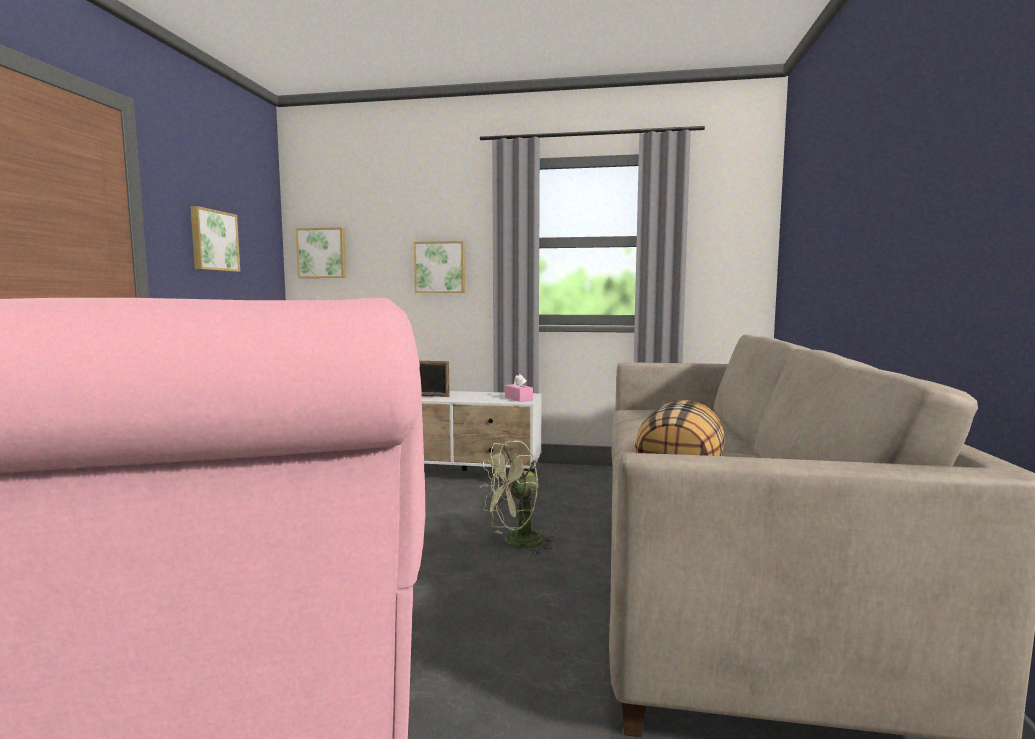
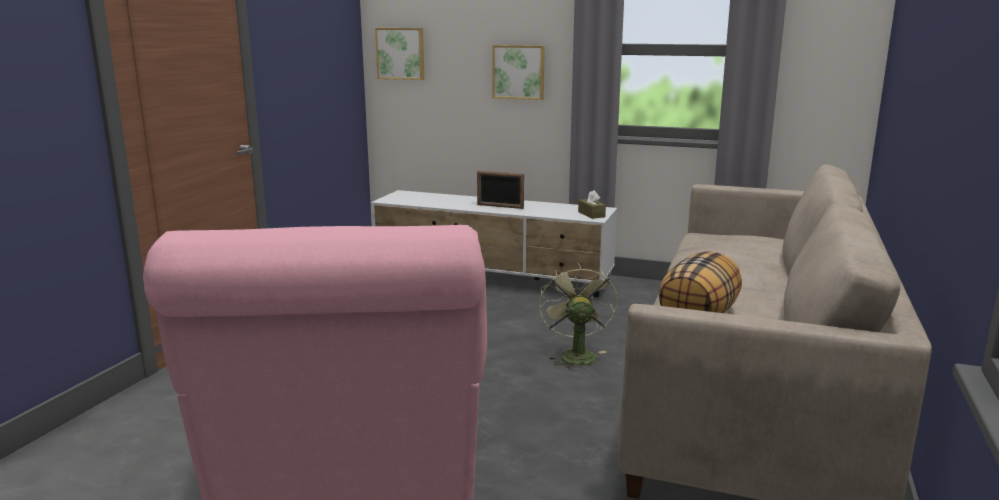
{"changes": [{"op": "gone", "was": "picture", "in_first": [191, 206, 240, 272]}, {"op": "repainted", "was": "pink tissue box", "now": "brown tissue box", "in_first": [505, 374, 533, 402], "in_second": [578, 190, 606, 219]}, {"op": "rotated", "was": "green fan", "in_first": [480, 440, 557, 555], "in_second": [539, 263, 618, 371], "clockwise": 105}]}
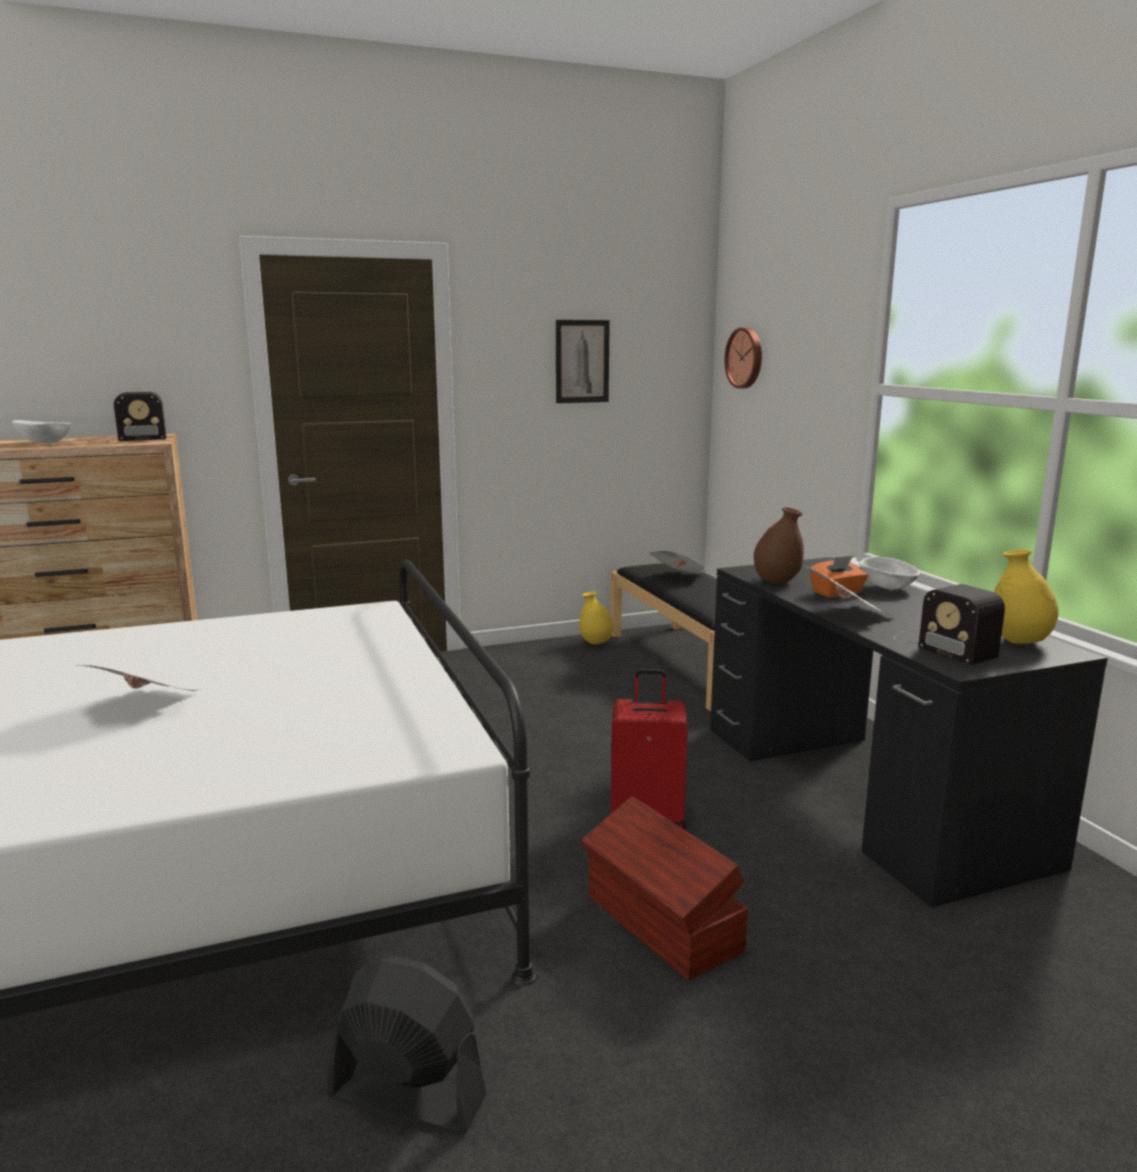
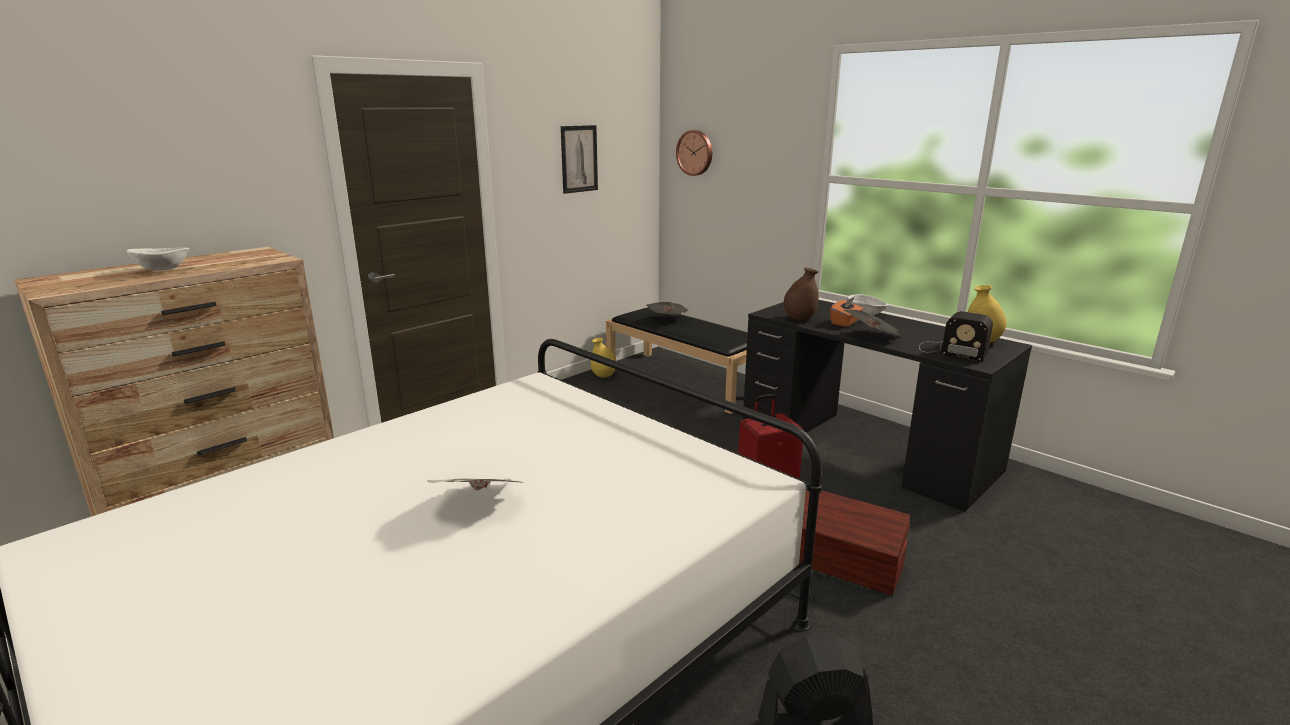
{"changes": [{"op": "gone", "was": "radio", "in_first": [88, 392, 166, 442]}]}
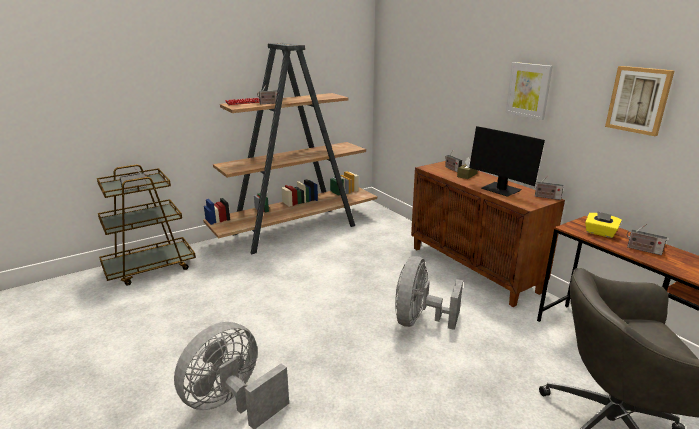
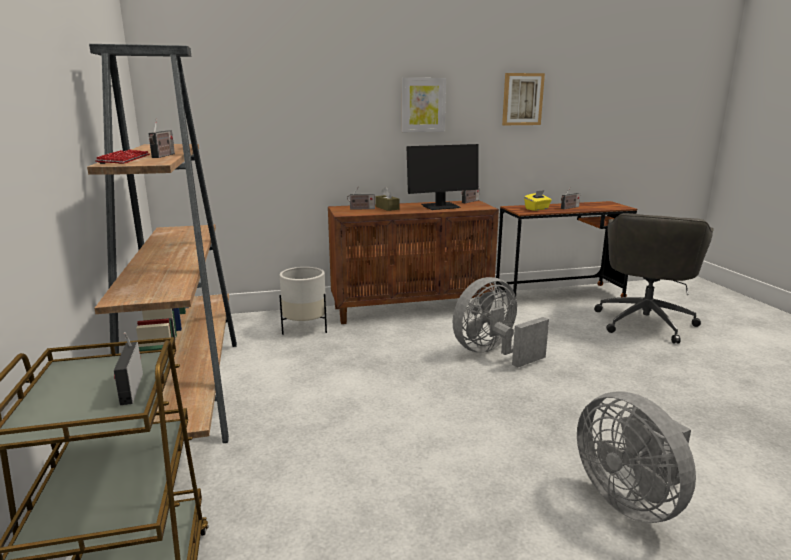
{"changes": [{"op": "rotated", "was": "grey fan", "in_first": [395, 256, 463, 330], "in_second": [453, 277, 549, 368], "clockwise": 105}, {"op": "new", "now": "white planter", "in_second": [279, 267, 327, 335]}]}
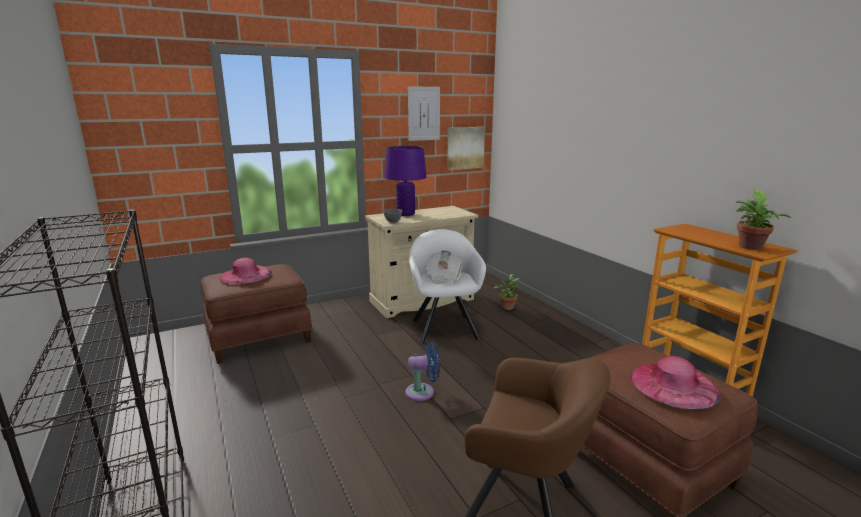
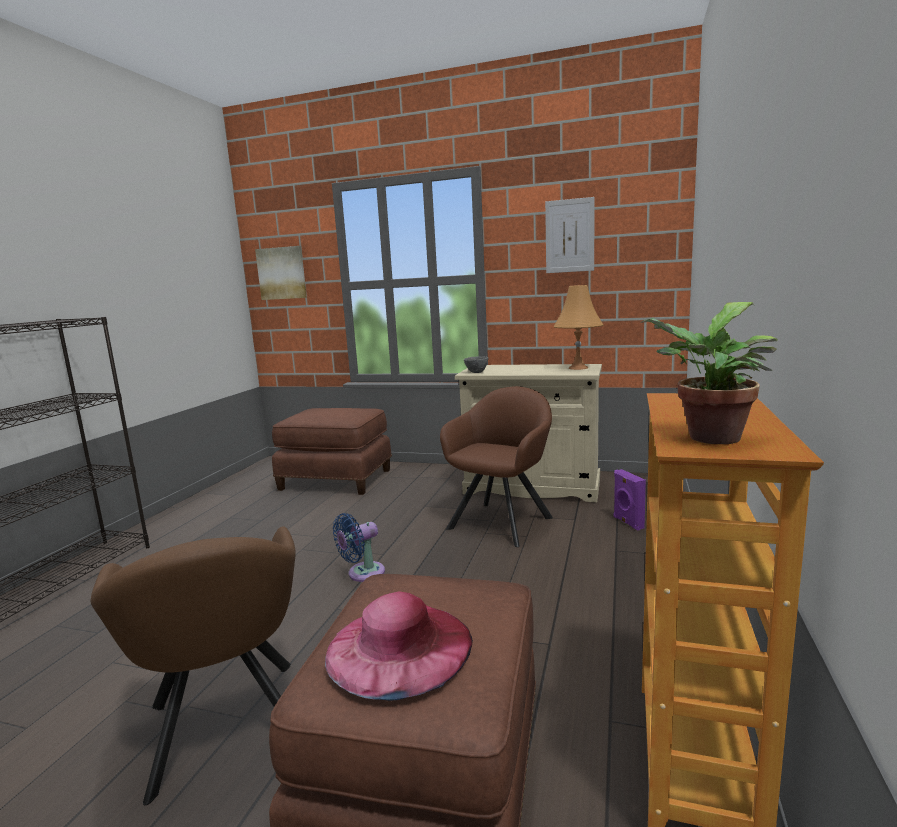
{"changes": [{"op": "shifted", "was": "picture", "in_first": [447, 127, 485, 170], "in_second": [255, 246, 307, 300]}, {"op": "gone", "was": "purple table lamp", "in_first": [384, 146, 427, 216]}, {"op": "repainted", "was": "white armchair", "now": "brown armchair", "in_first": [409, 229, 486, 345], "in_second": [440, 386, 553, 547]}, {"op": "gone", "was": "newspaper", "in_first": [425, 250, 463, 284]}, {"op": "gone", "was": "pink hat", "in_first": [220, 258, 272, 284]}, {"op": "swapped", "was": "potted plant", "now": "purple speaker", "in_first": [493, 274, 520, 310], "in_second": [614, 469, 646, 531]}, {"op": "rotated", "was": "blue fan", "in_first": [405, 342, 440, 401], "in_second": [333, 513, 385, 582], "clockwise": 105}, {"op": "new", "now": "orange table lamp", "in_second": [554, 285, 603, 370]}]}
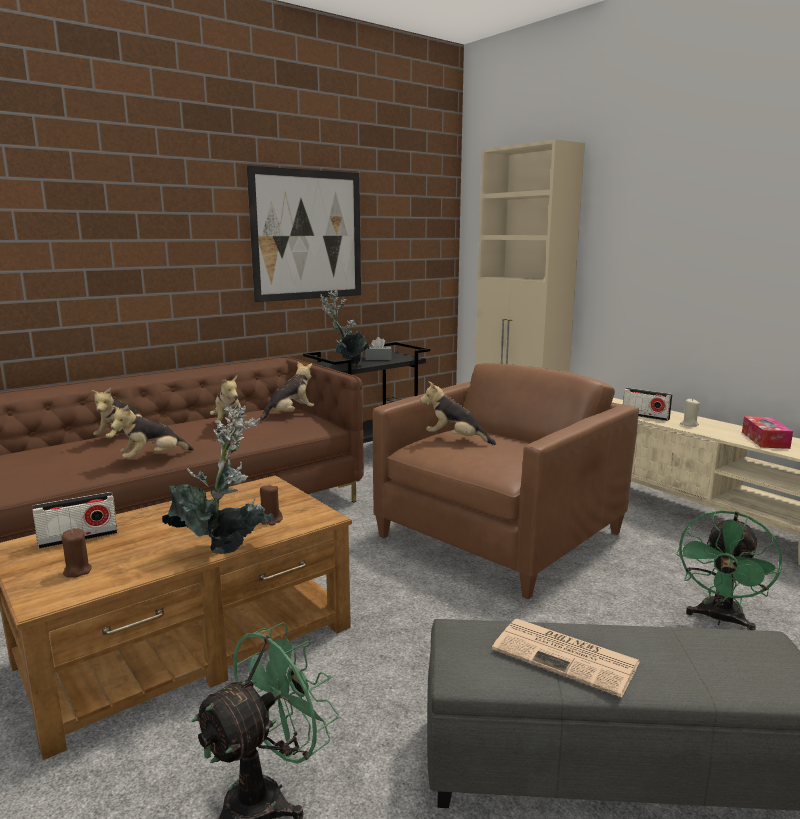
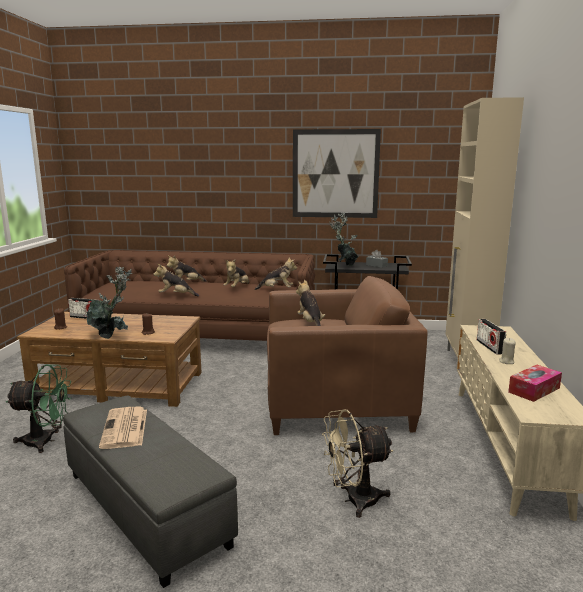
{"changes": [{"op": "repainted", "was": "green fan", "now": "beige fan", "in_first": [676, 510, 782, 630], "in_second": [322, 410, 394, 518]}]}
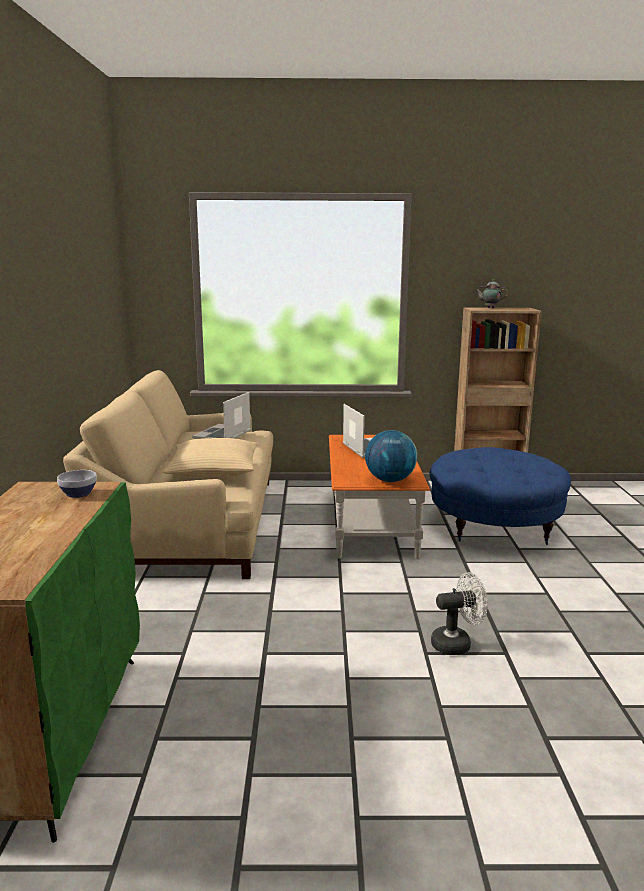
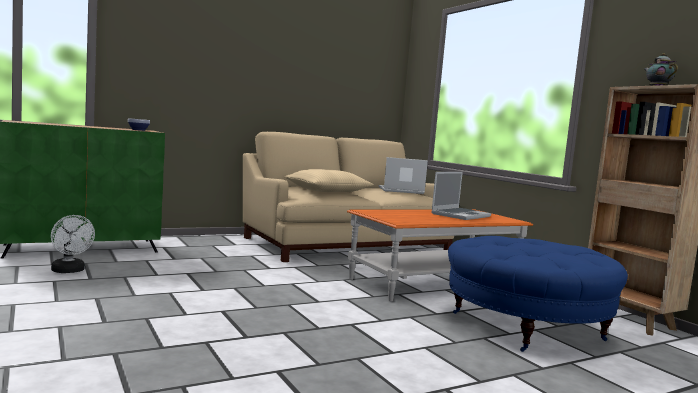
{"changes": [{"op": "gone", "was": "globe", "in_first": [365, 430, 417, 482]}, {"op": "shifted", "was": "white fan", "in_first": [431, 572, 488, 655], "in_second": [51, 215, 95, 273]}]}
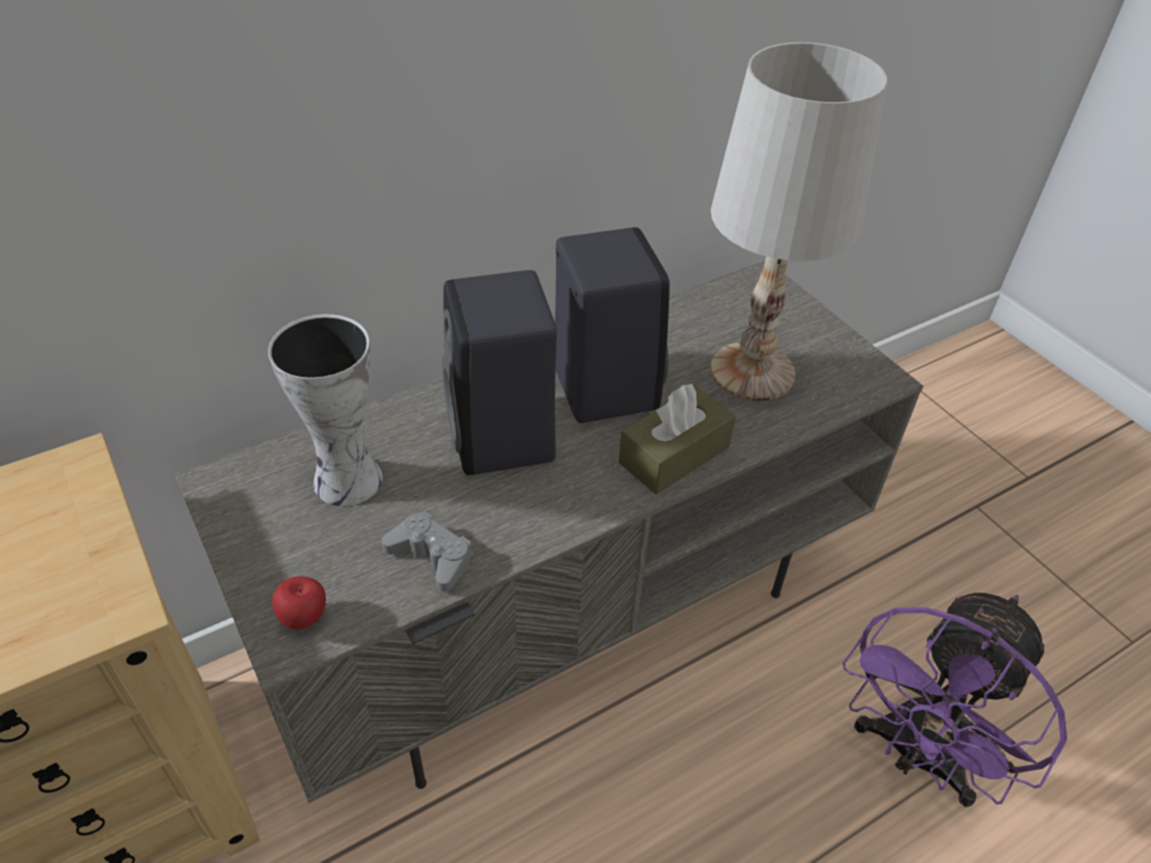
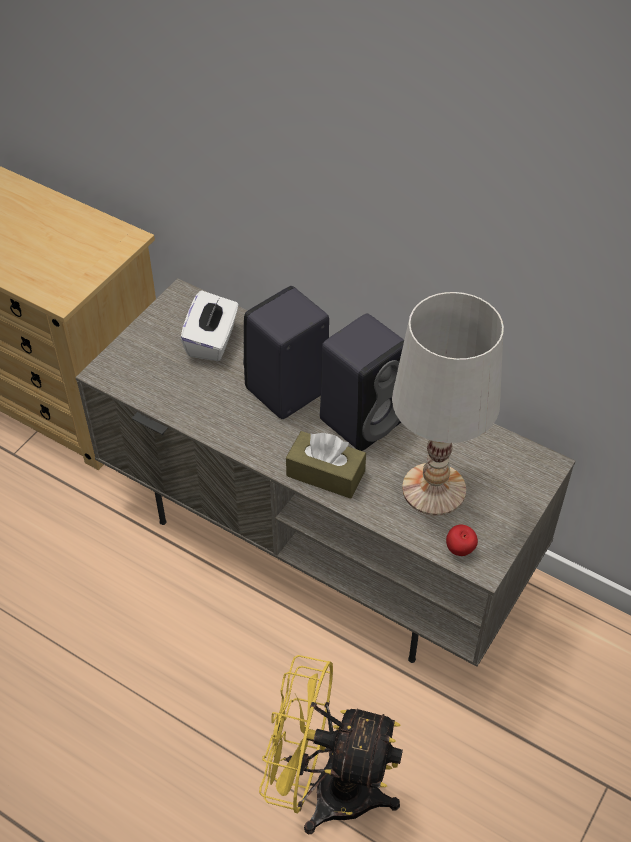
{"changes": [{"op": "swapped", "was": "vase", "now": "white tissue box", "in_first": [268, 314, 383, 506], "in_second": [180, 290, 239, 361]}, {"op": "gone", "was": "grey game controller", "in_first": [382, 511, 473, 592]}, {"op": "shifted", "was": "apple", "in_first": [272, 576, 326, 630], "in_second": [446, 525, 478, 556]}, {"op": "repainted", "was": "purple fan", "now": "yellow fan", "in_first": [842, 593, 1067, 807], "in_second": [259, 655, 403, 834]}]}
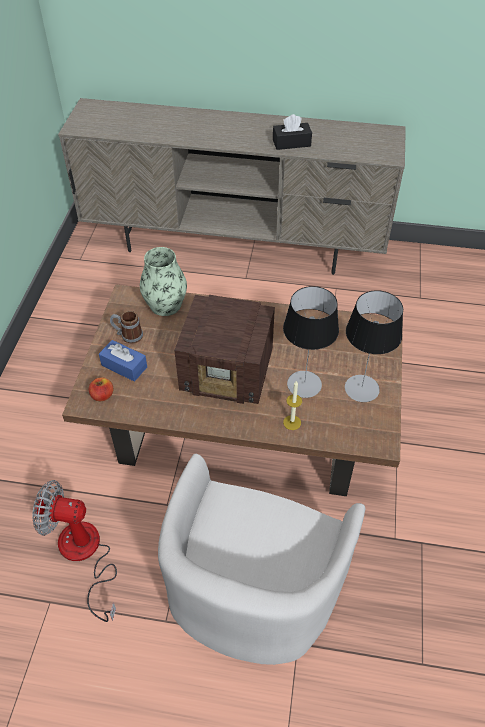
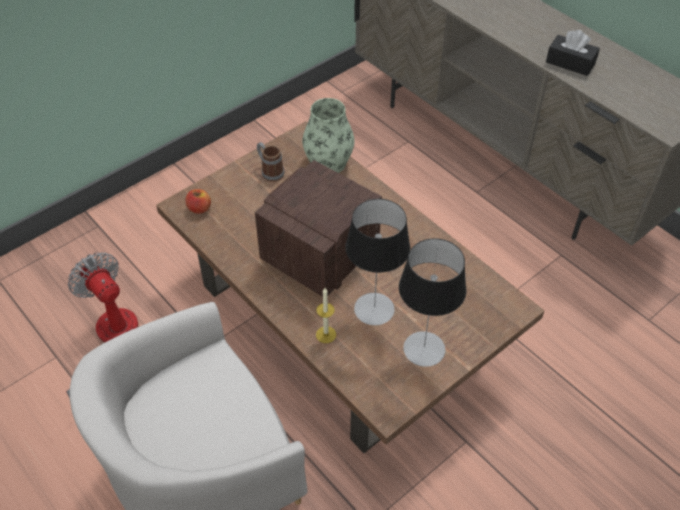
{"changes": [{"op": "rotated", "was": "radio", "in_first": [174, 295, 275, 404], "in_second": [255, 160, 382, 297], "clockwise": 75}, {"op": "gone", "was": "blue tissue box", "in_first": [99, 340, 147, 381]}]}
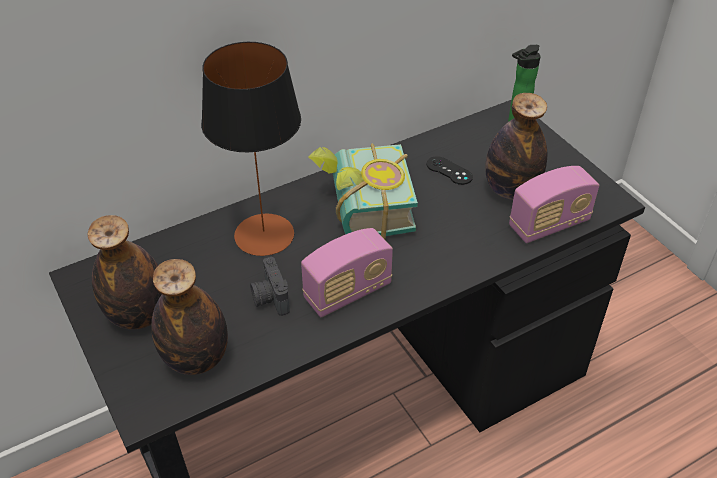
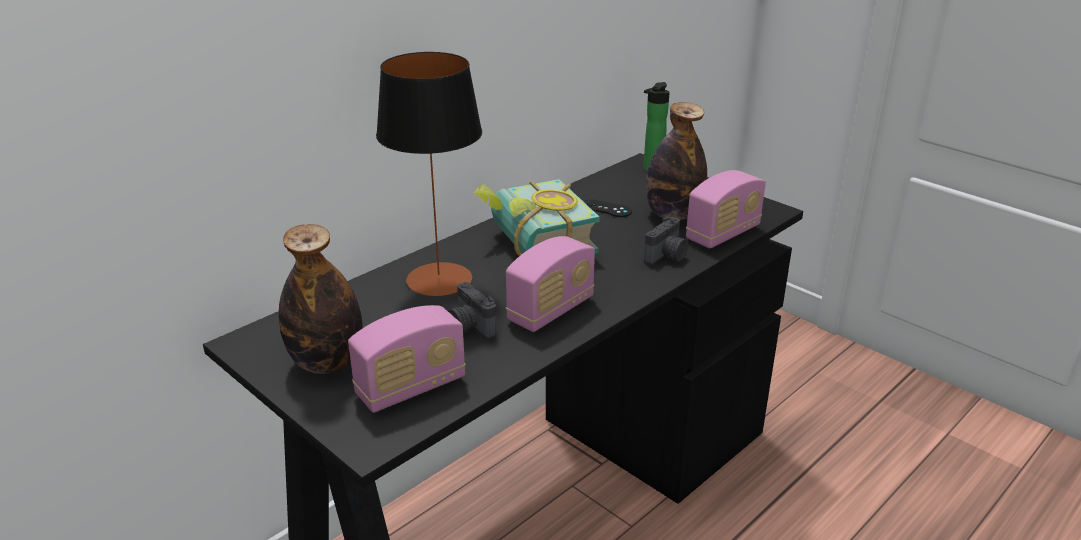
{"changes": [{"op": "swapped", "was": "bottle", "now": "radio", "in_first": [151, 259, 228, 375], "in_second": [348, 305, 466, 413]}, {"op": "new", "now": "photo camera", "in_second": [644, 216, 688, 265]}]}
